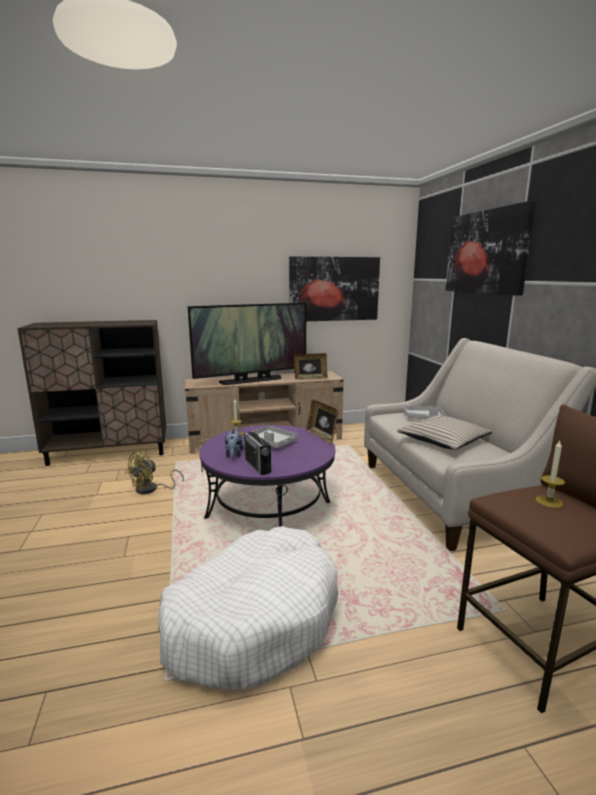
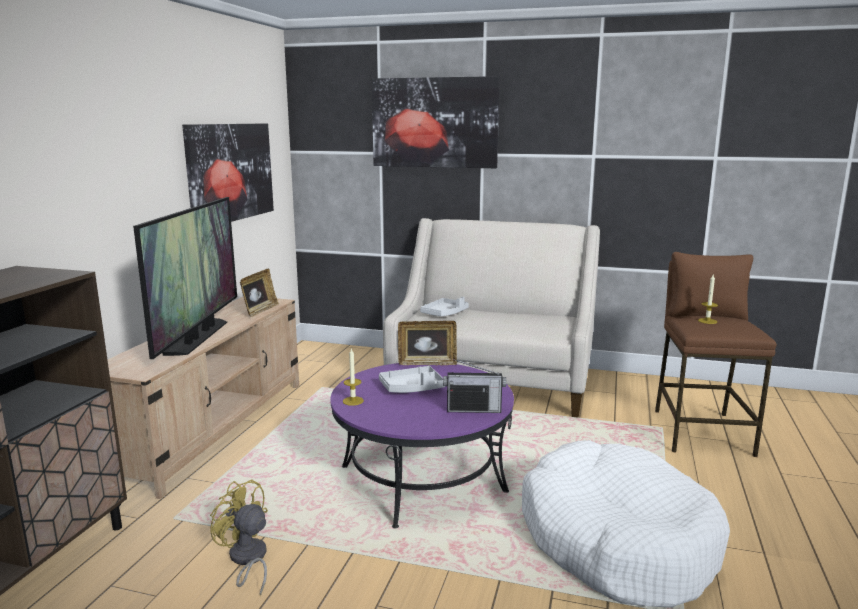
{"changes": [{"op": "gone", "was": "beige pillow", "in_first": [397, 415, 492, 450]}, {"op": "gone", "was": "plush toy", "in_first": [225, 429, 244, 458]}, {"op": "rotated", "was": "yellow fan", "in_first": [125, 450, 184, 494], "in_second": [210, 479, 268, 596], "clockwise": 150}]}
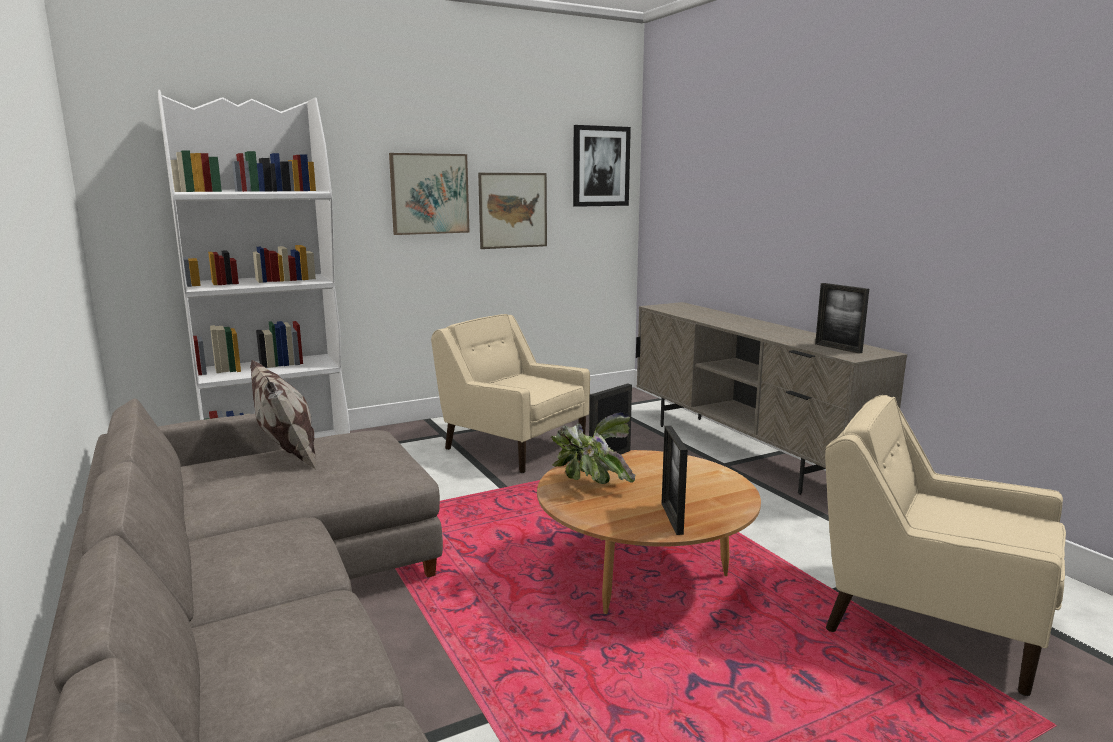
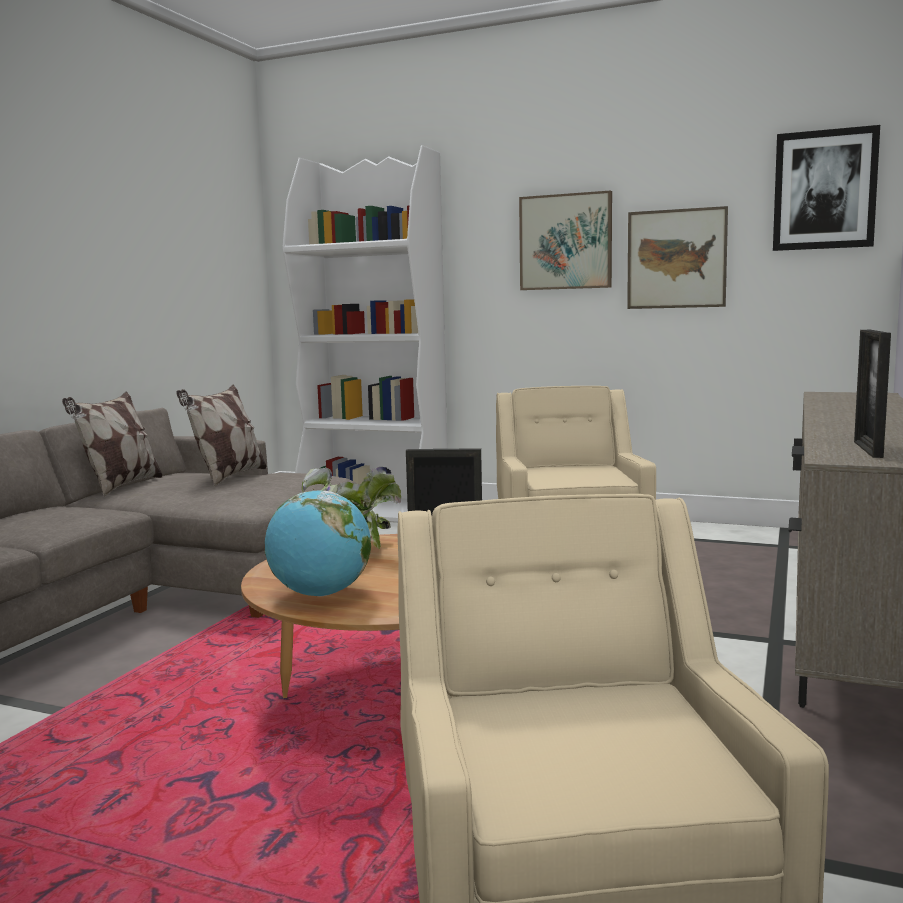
{"changes": [{"op": "swapped", "was": "picture frame", "now": "globe", "in_first": [662, 426, 688, 535], "in_second": [265, 490, 371, 597]}, {"op": "new", "now": "pillow", "in_second": [62, 391, 162, 497]}]}
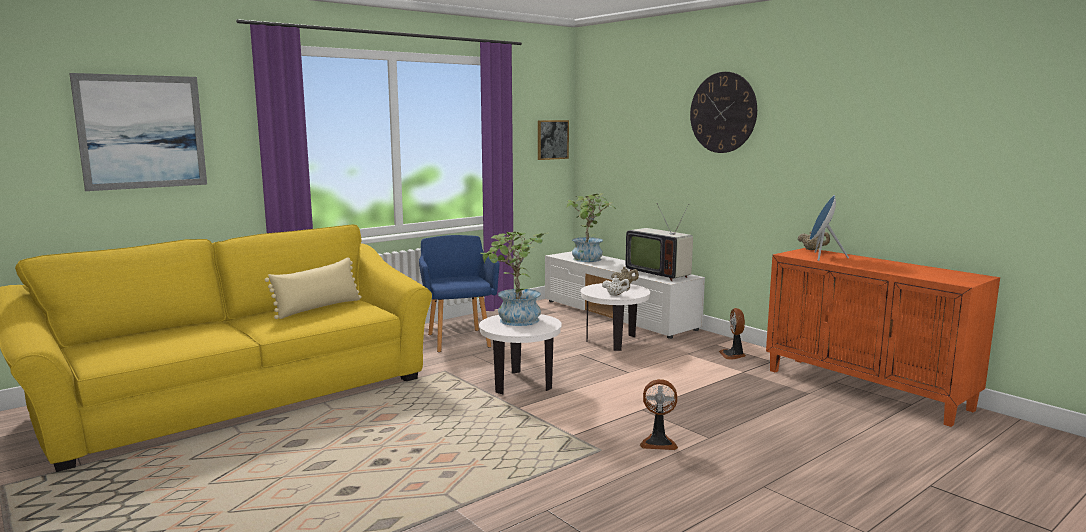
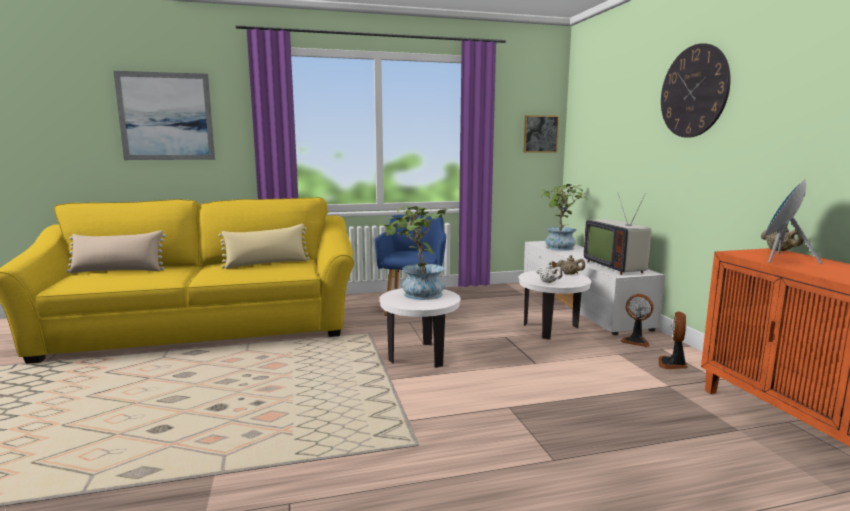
{"changes": [{"op": "shifted", "was": "fan", "in_first": [640, 379, 678, 450], "in_second": [620, 294, 653, 347]}, {"op": "new", "now": "beige pillow", "in_second": [67, 230, 166, 273]}]}
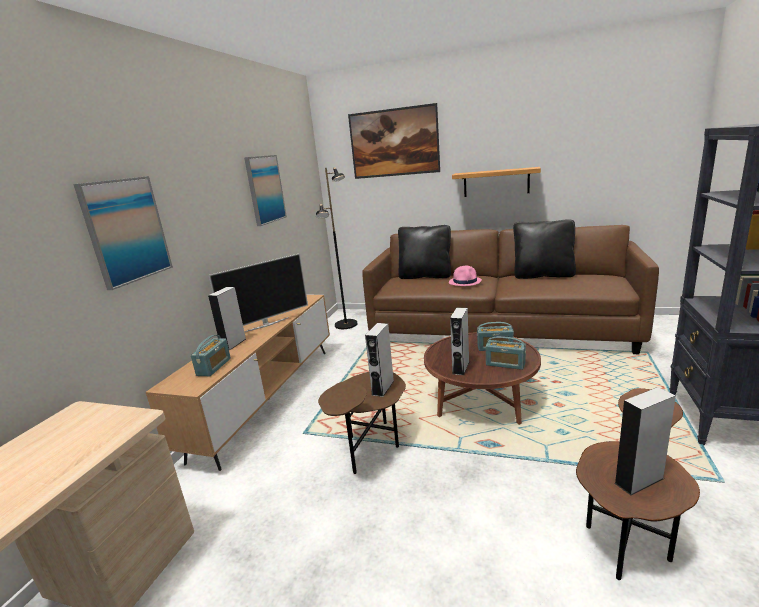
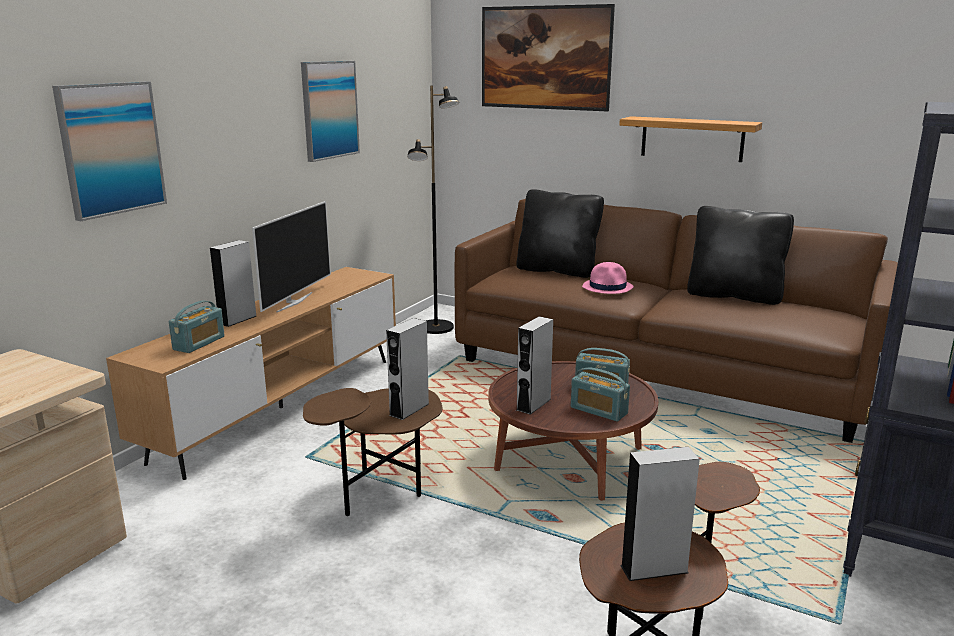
{"changes": [{"op": "rotated", "was": "television", "in_first": [209, 253, 308, 332], "in_second": [252, 201, 331, 313], "clockwise": -45}]}
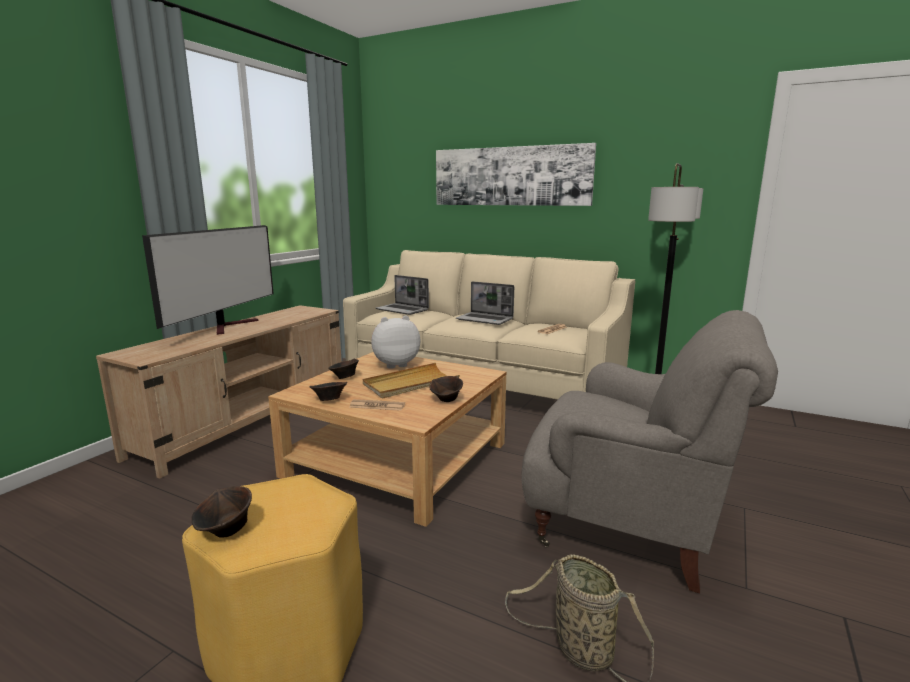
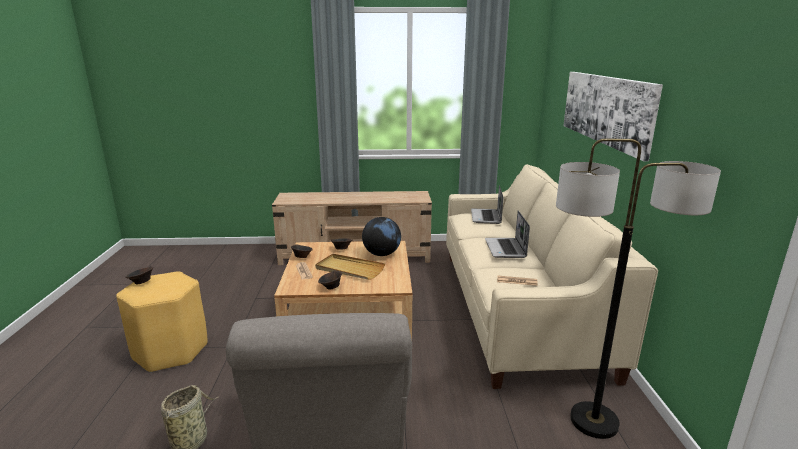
{"changes": [{"op": "gone", "was": "television", "in_first": [142, 225, 274, 335]}, {"op": "swapped", "was": "plush toy", "now": "globe", "in_first": [371, 315, 420, 369], "in_second": [362, 217, 401, 256]}]}
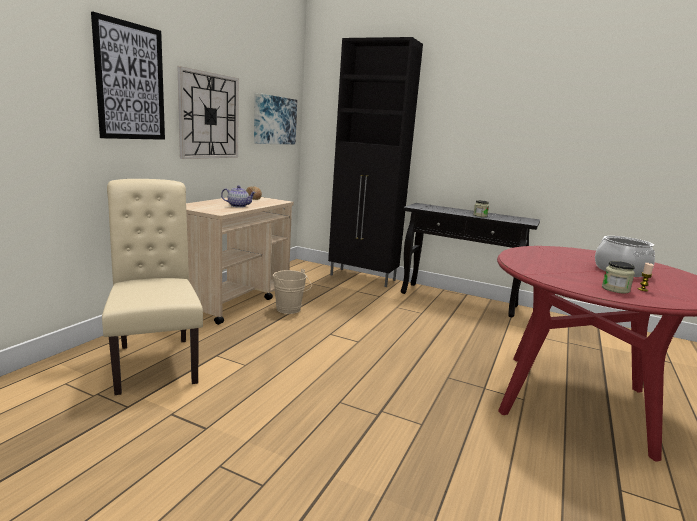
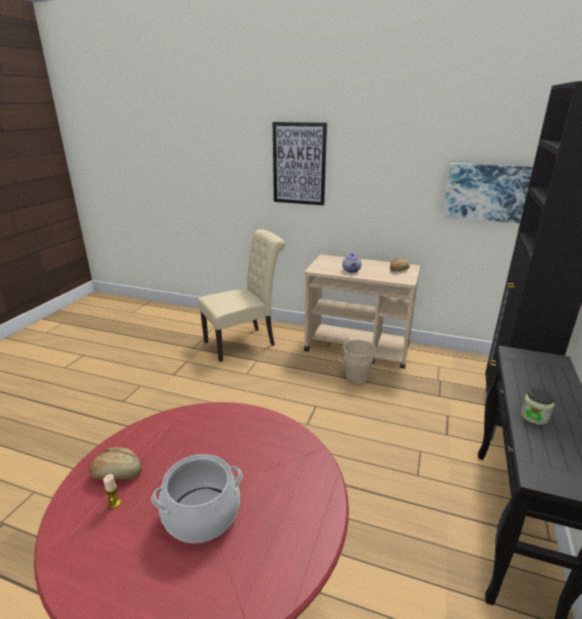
{"changes": [{"op": "gone", "was": "wall clock", "in_first": [177, 66, 239, 159]}, {"op": "swapped", "was": "jar", "now": "bread", "in_first": [602, 261, 635, 294], "in_second": [89, 447, 142, 479]}]}
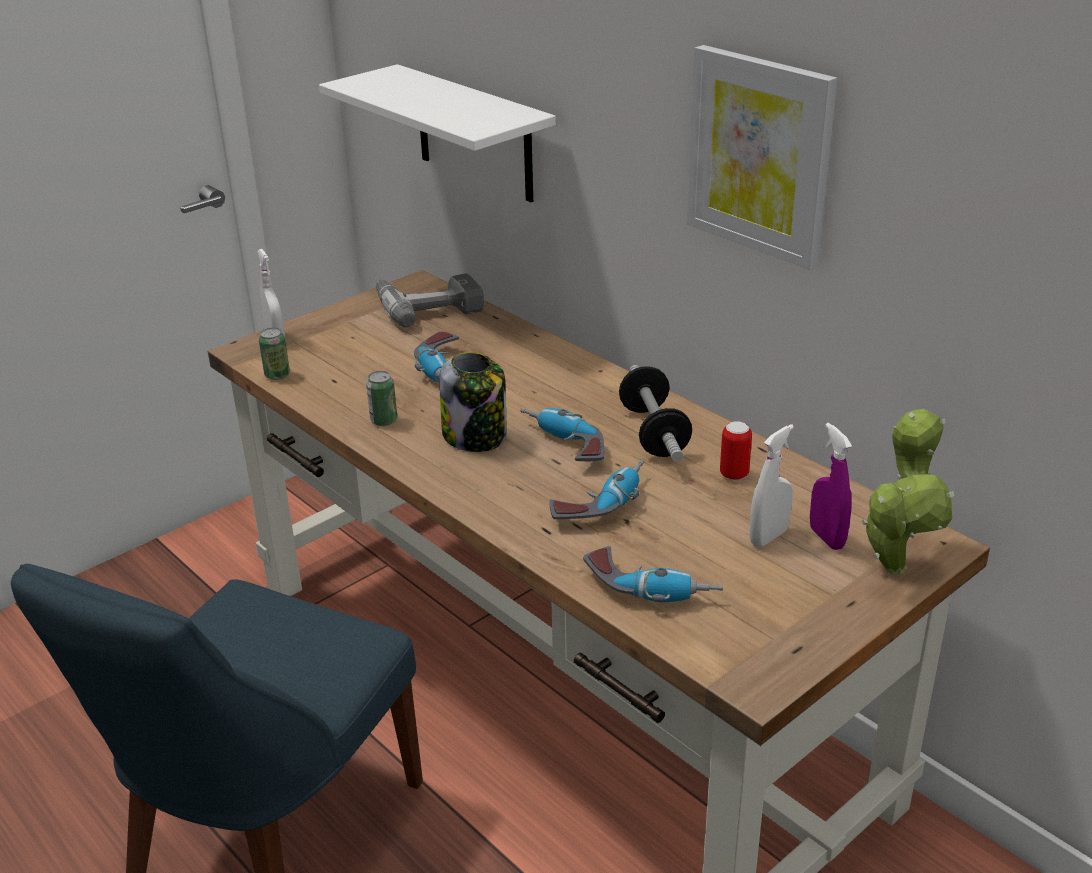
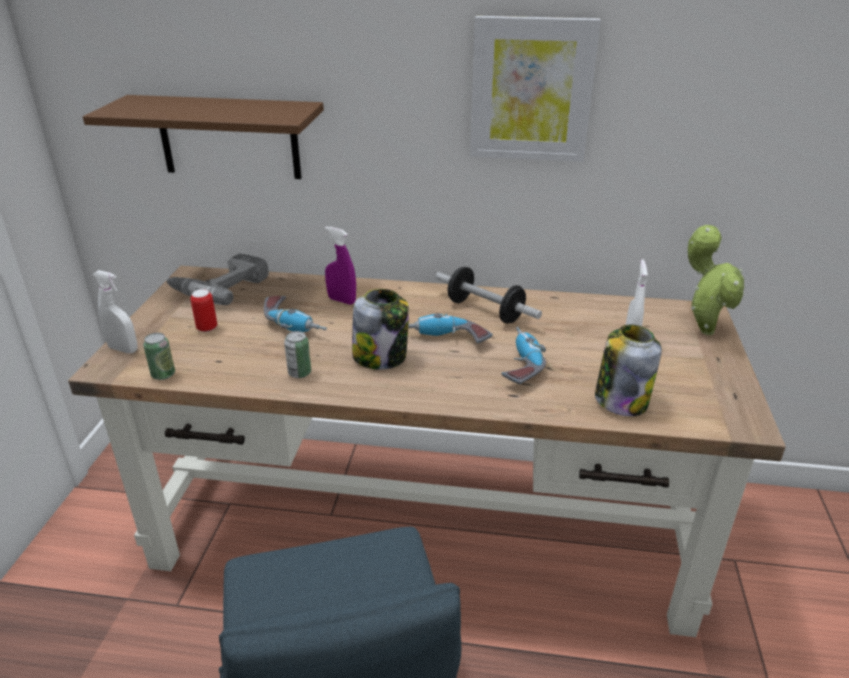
{"changes": [{"op": "repainted", "was": "white shelf", "now": "brown shelf", "in_first": [319, 64, 556, 202], "in_second": [83, 95, 324, 179]}, {"op": "shifted", "was": "can", "in_first": [720, 421, 752, 480], "in_second": [190, 289, 217, 332]}, {"op": "shifted", "was": "purple spray bottle", "in_first": [810, 423, 852, 550], "in_second": [325, 226, 356, 305]}, {"op": "swapped", "was": "power drill", "now": "jar", "in_first": [583, 546, 723, 602], "in_second": [595, 325, 662, 416]}]}
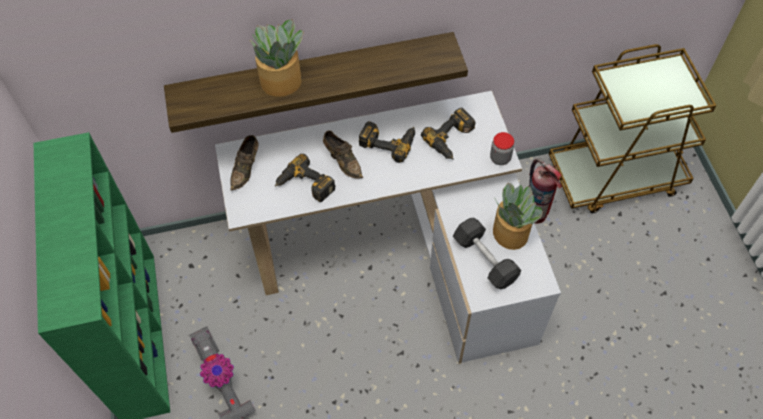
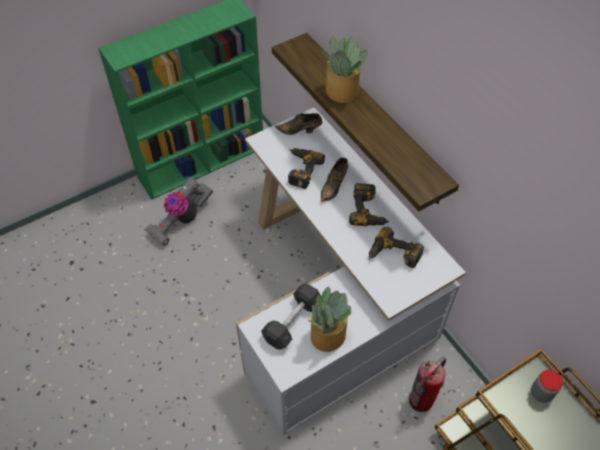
{"changes": [{"op": "shifted", "was": "jar", "in_first": [490, 132, 514, 165], "in_second": [531, 370, 563, 402]}]}
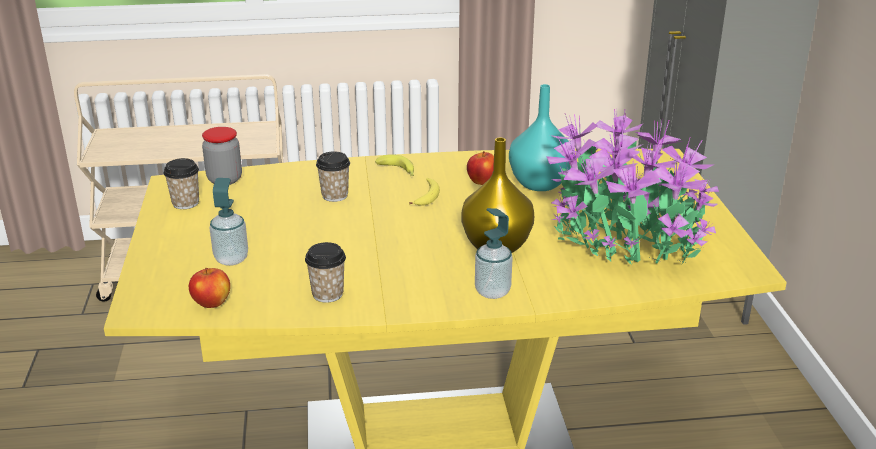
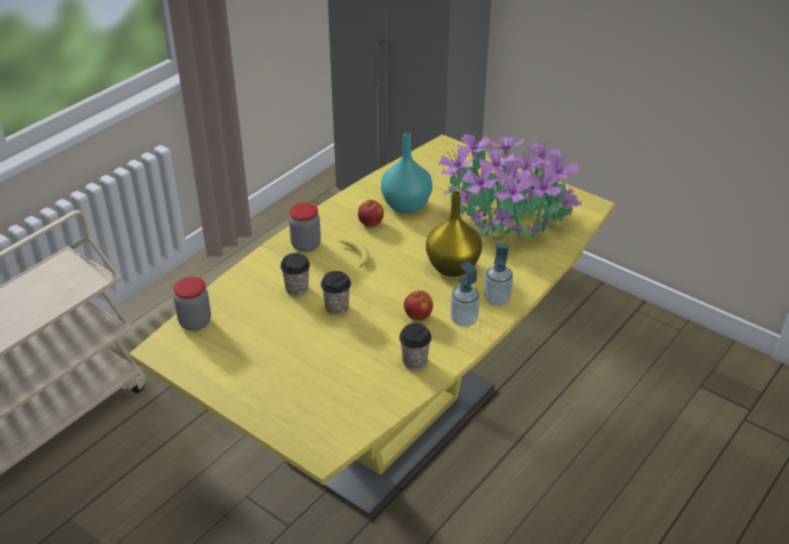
{"changes": [{"op": "swapped", "was": "banana", "now": "jar", "in_first": [375, 154, 414, 176], "in_second": [289, 202, 321, 252]}, {"op": "shifted", "was": "cup", "in_first": [163, 158, 199, 209], "in_second": [321, 271, 351, 315]}, {"op": "shifted", "was": "soap dispenser", "in_first": [210, 178, 248, 266], "in_second": [450, 261, 480, 327]}, {"op": "shifted", "was": "apple", "in_first": [189, 268, 230, 308], "in_second": [404, 290, 433, 321]}]}
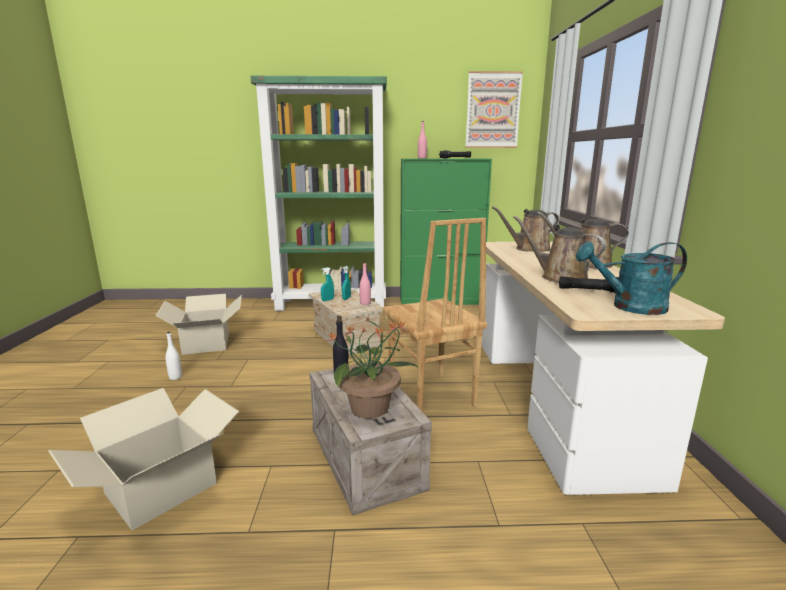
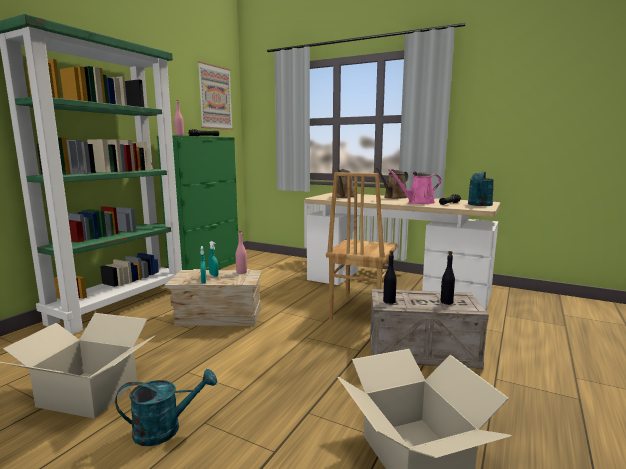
{"changes": [{"op": "repainted", "was": "brown watering can", "now": "pink watering can", "in_first": [513, 216, 606, 283], "in_second": [388, 169, 441, 204]}, {"op": "rotated", "was": "brown chair", "in_first": [383, 218, 487, 411], "in_second": [326, 172, 398, 320], "clockwise": 105}, {"op": "swapped", "was": "potted plant", "now": "black bottle", "in_first": [326, 317, 419, 419], "in_second": [440, 251, 455, 305]}, {"op": "swapped", "was": "white bottle", "now": "turquoise watering can", "in_first": [165, 332, 182, 380], "in_second": [115, 369, 217, 446]}]}
